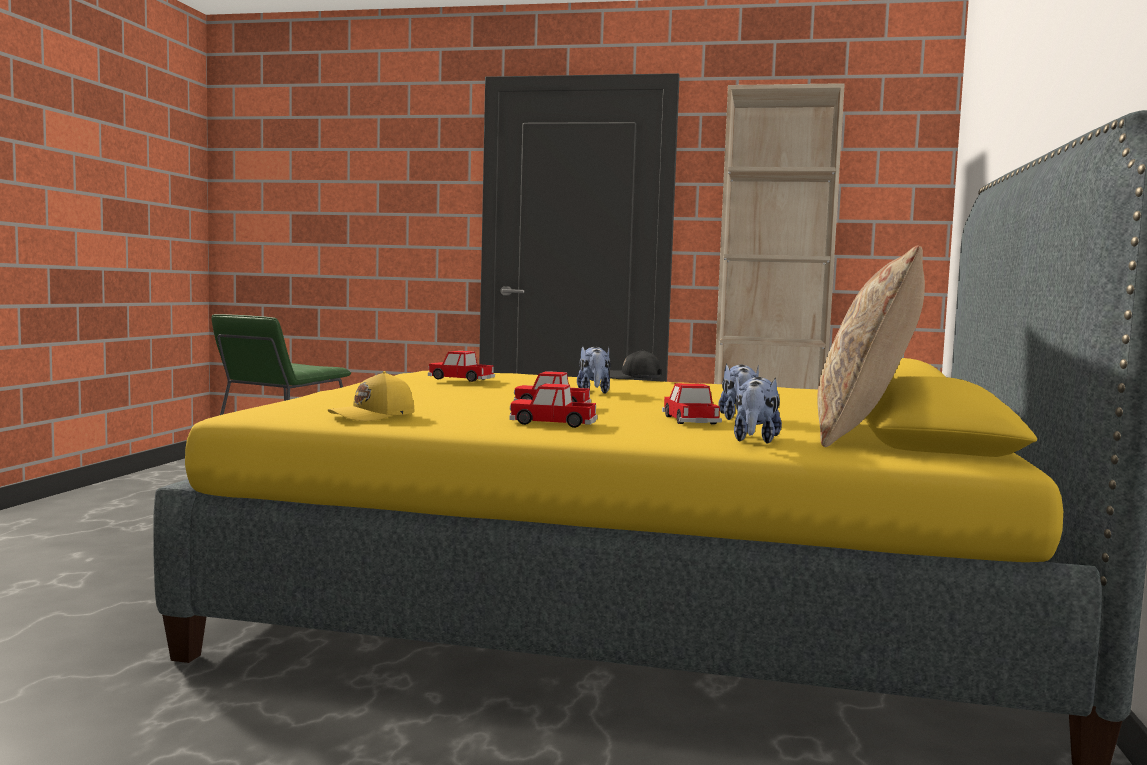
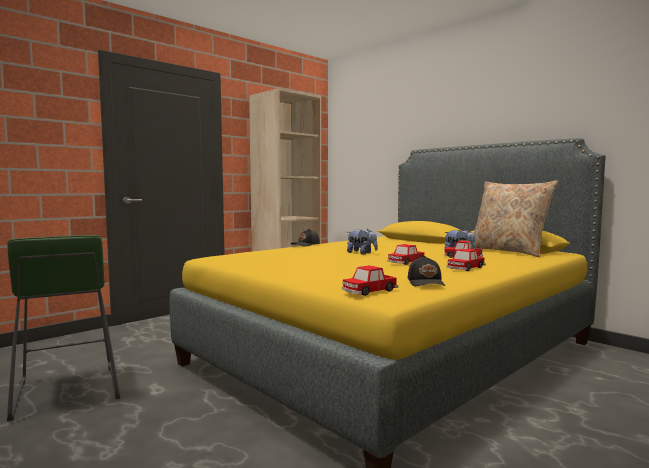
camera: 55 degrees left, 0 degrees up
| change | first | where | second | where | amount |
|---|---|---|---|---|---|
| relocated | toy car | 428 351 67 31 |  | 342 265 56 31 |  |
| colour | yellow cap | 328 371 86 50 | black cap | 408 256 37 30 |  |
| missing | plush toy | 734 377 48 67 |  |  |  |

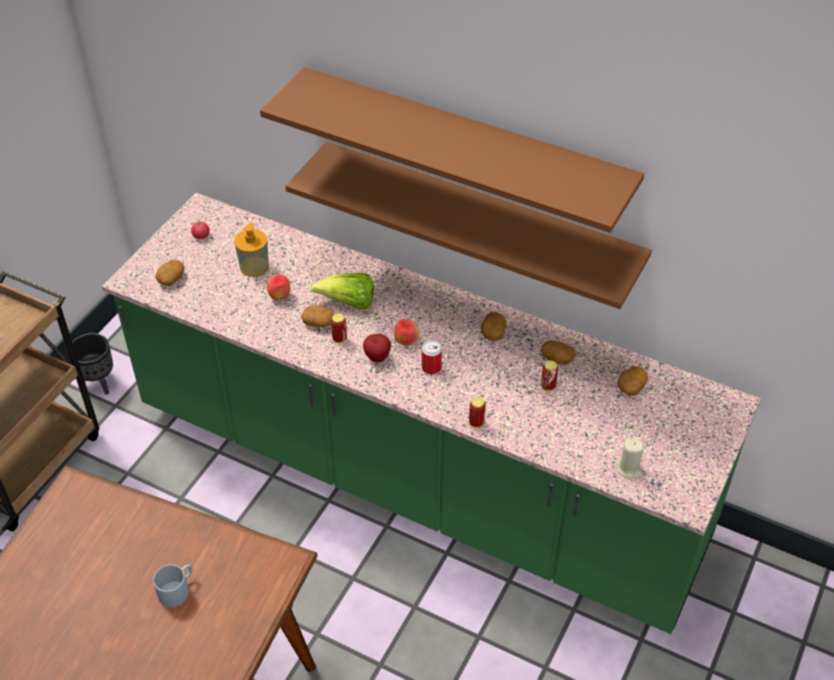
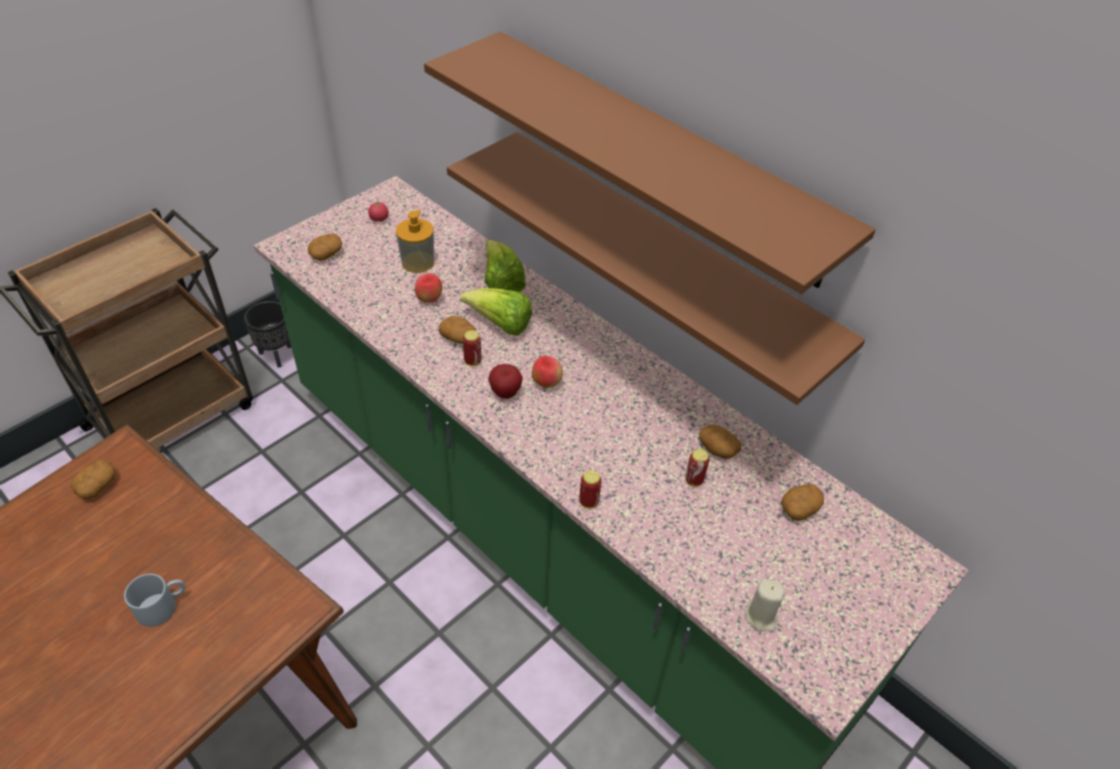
camera: 15 degrees right, 0 degrees up
| change | first | where | second | where | amount |
|---|---|---|---|---|---|
| relocated | potato | 481 312 25 29 |  | 71 460 44 39 |  |
| appeared |  |  | lettuce | 485 240 41 52 |  |
| missing | can | 422 340 20 34 |  |  |  |

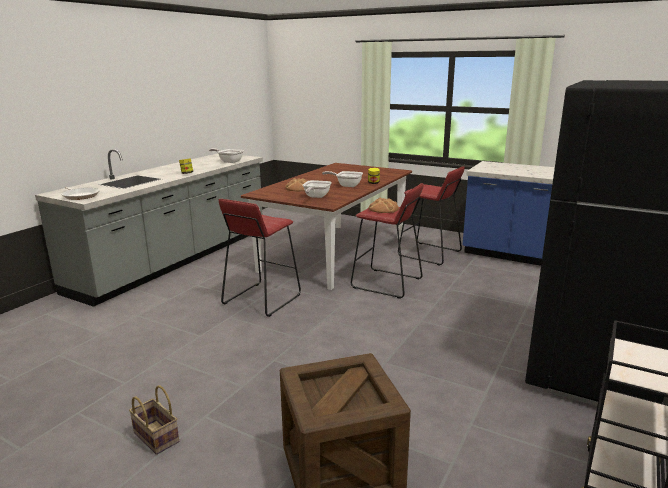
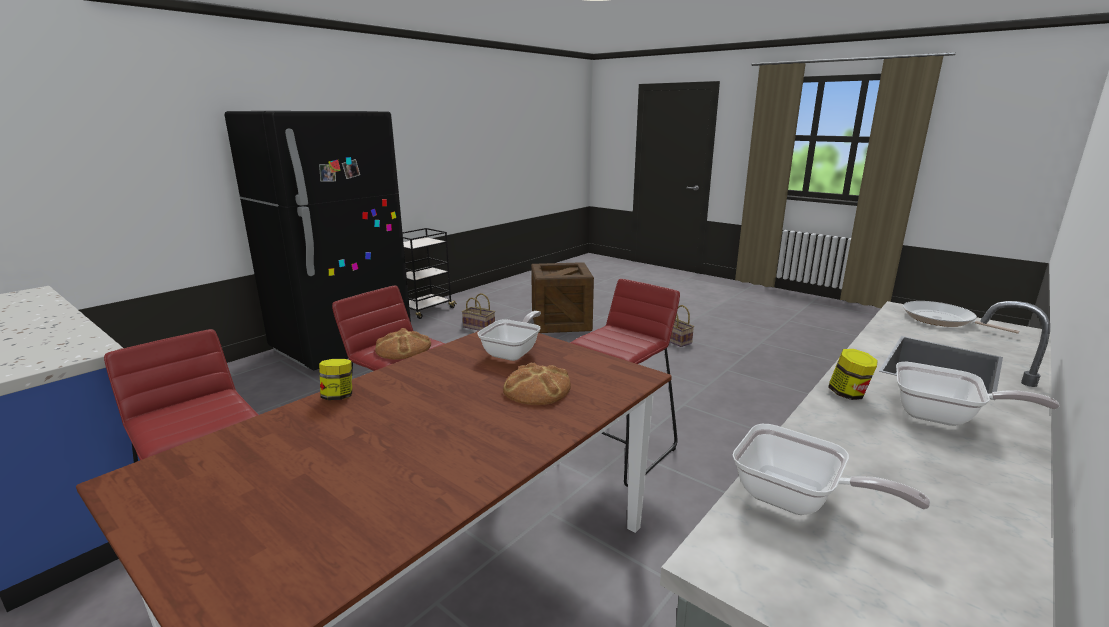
camera: 170 degrees left, 0 degrees up
| change | first | where | second | where | amount |
|---|---|---|---|---|---|
| appeared |  |  | basket | 462 293 33 38 |  |
| relocated | frying pan | 322 171 41 16 |  | 896 362 164 64 |  |

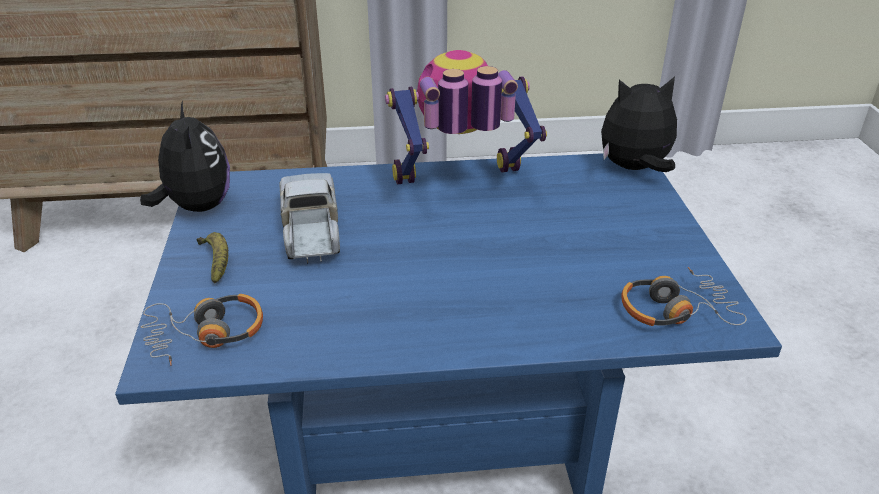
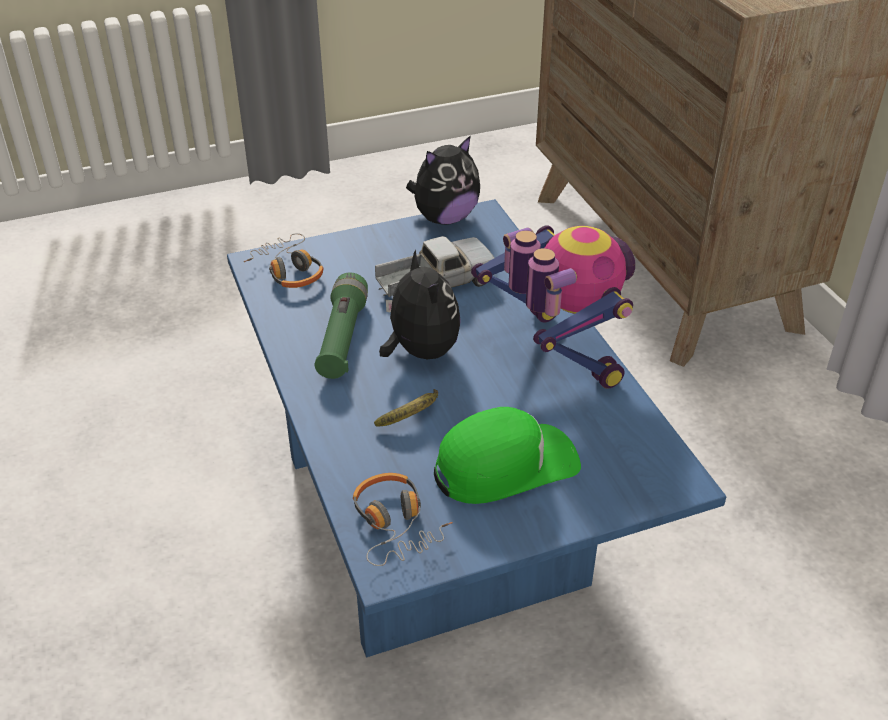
camera: 75 degrees right, 5 degrees up
| change | first | where | second | where | amount |
|---|---|---|---|---|---|
| appeared |  |  | green flashlight | 315 273 53 106 |  |
| relocated | banana | 196 232 32 51 |  | 374 389 64 38 |  |
| relocated | plush toy | 601 76 76 96 |  | 379 249 82 110 |  |
| appeared |  |  | green cap | 434 407 147 97 |  |

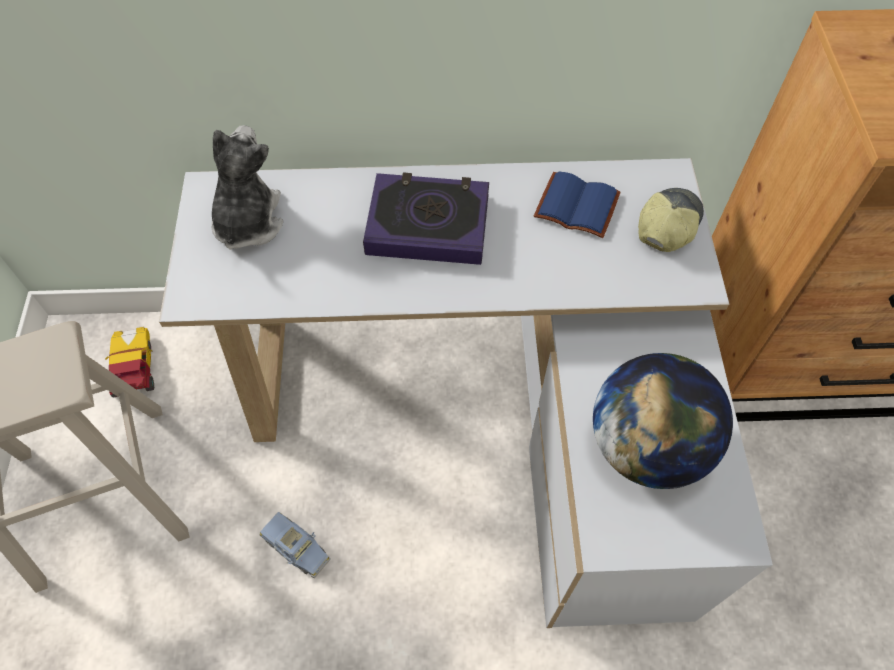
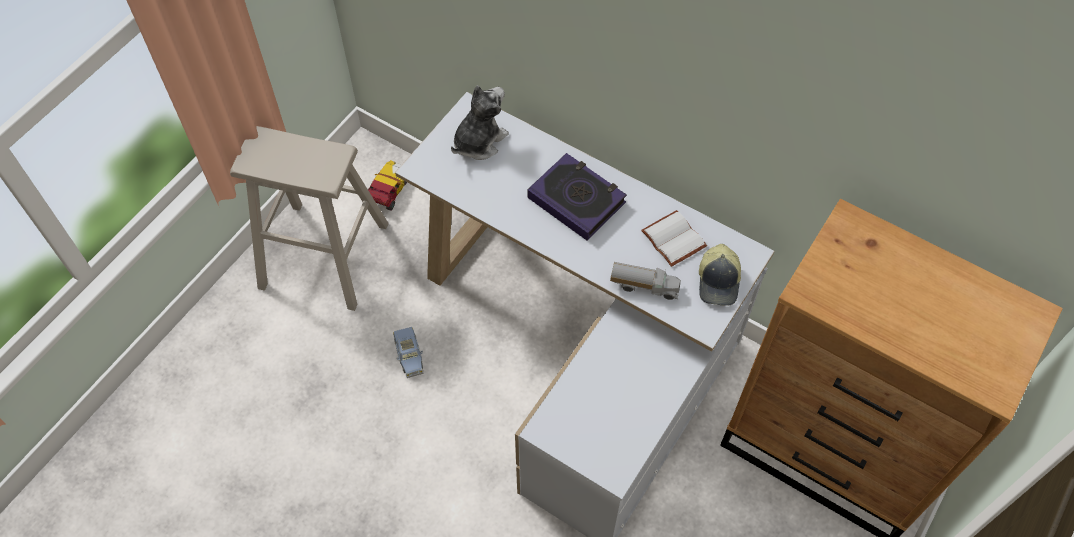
camera: 35 degrees right, 0 degrees up
| change | first | where | second | where | amount |
|---|---|---|---|---|---|
| appeared |  |  | toy truck | 610 262 71 38 |  |
| colour | blue book | 534 171 87 67 | white book | 641 210 66 57 |  |
| spun | cap | 638 188 66 64 |  | 699 244 42 62 | 120 degrees clockwise |
| missing | globe | 593 353 140 136 |  |  |  |

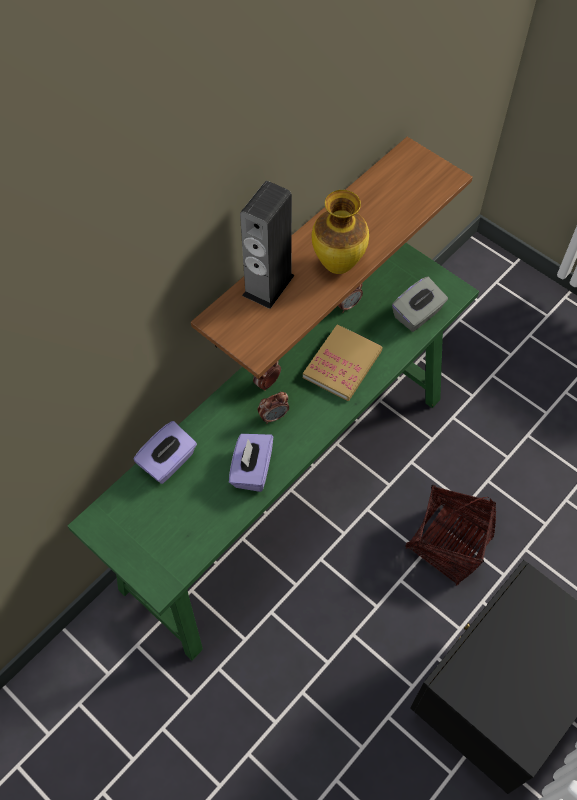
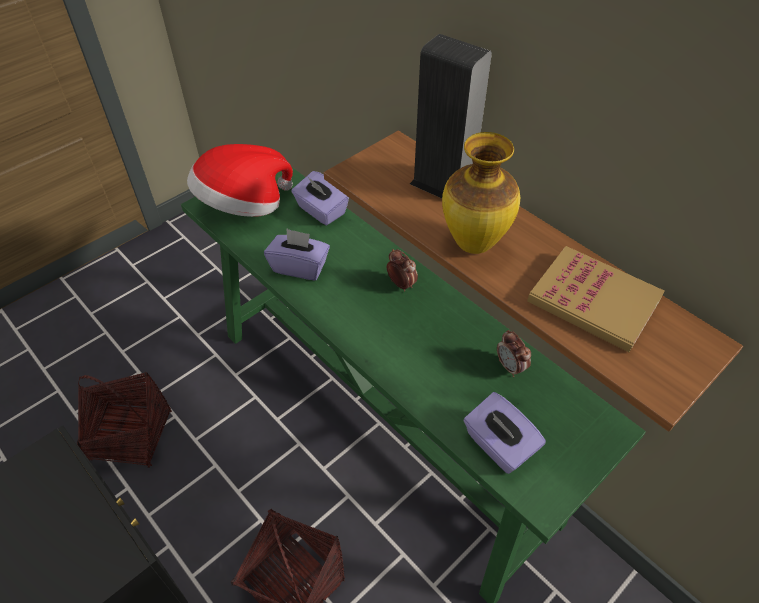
camera: 95 degrees right, 10 degrees down
| change | first | where | second | where | amount |
|---|---|---|---|---|---|
| appeared |  |  | basket | 77 372 95 96 |  |
| appeared |  |  | hat | 187 144 106 73 |  |
| colour | grey tissue box | 392 277 56 55 | purple tissue box | 463 392 83 82 |  |
| relocated | book | 303 324 80 77 |  | 527 246 138 106 |  |
| missing | alarm clock | 257 392 32 32 |  |  |  |

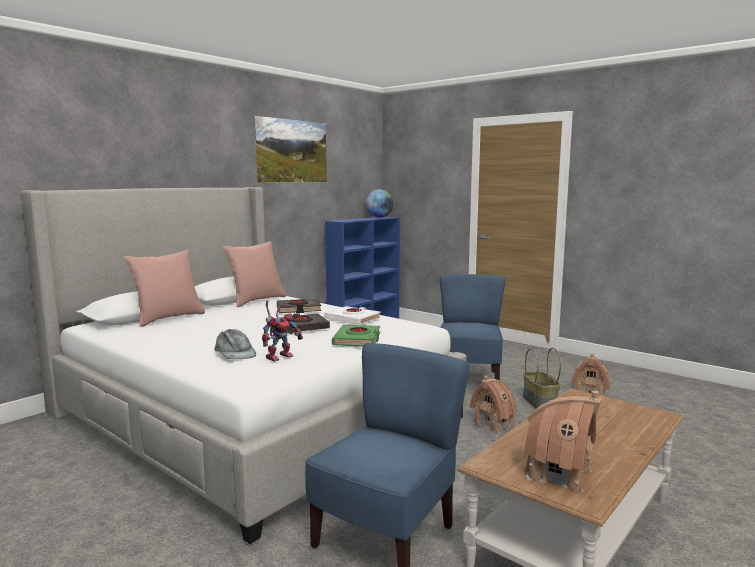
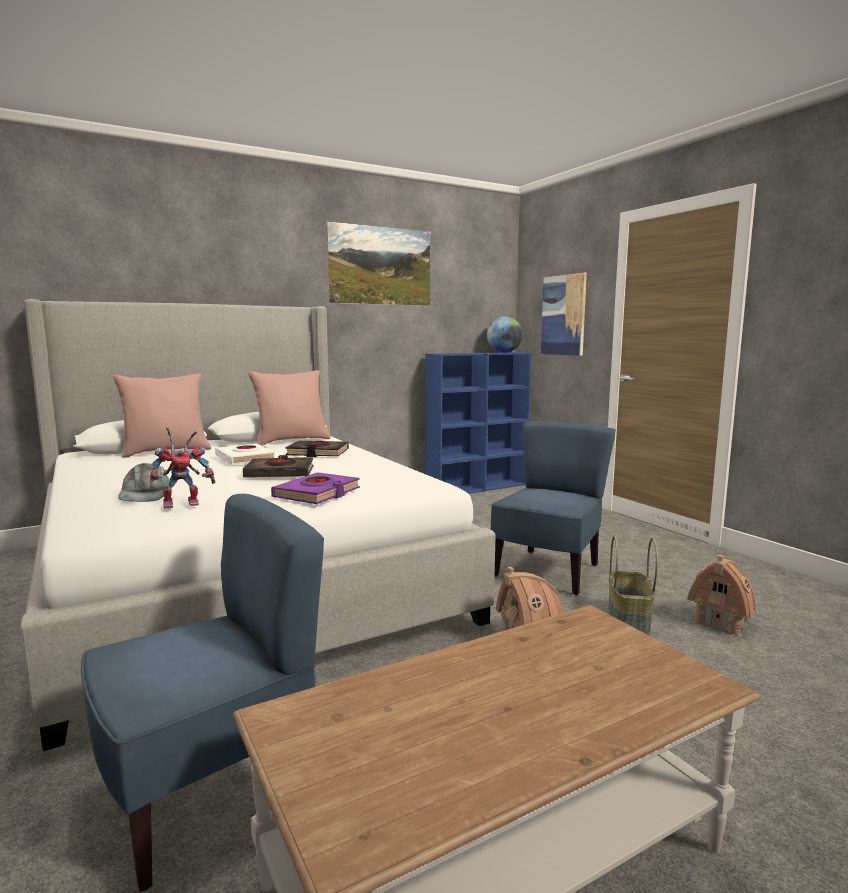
camera: 20 degrees right, 0 degrees up
| change | first | where | second | where | amount |
|---|---|---|---|---|---|
| relocated | white book | 325 306 56 19 |  | 215 444 61 21 |  |
| colour | green book | 332 325 49 22 | purple book | 271 473 89 31 |  |
| appeared |  |  | picture | 541 272 46 84 |  |
| missing | toy house | 524 391 77 101 |  |  |  |

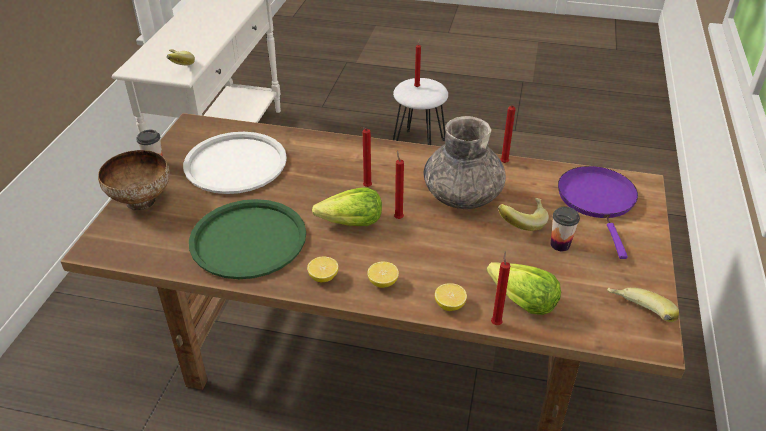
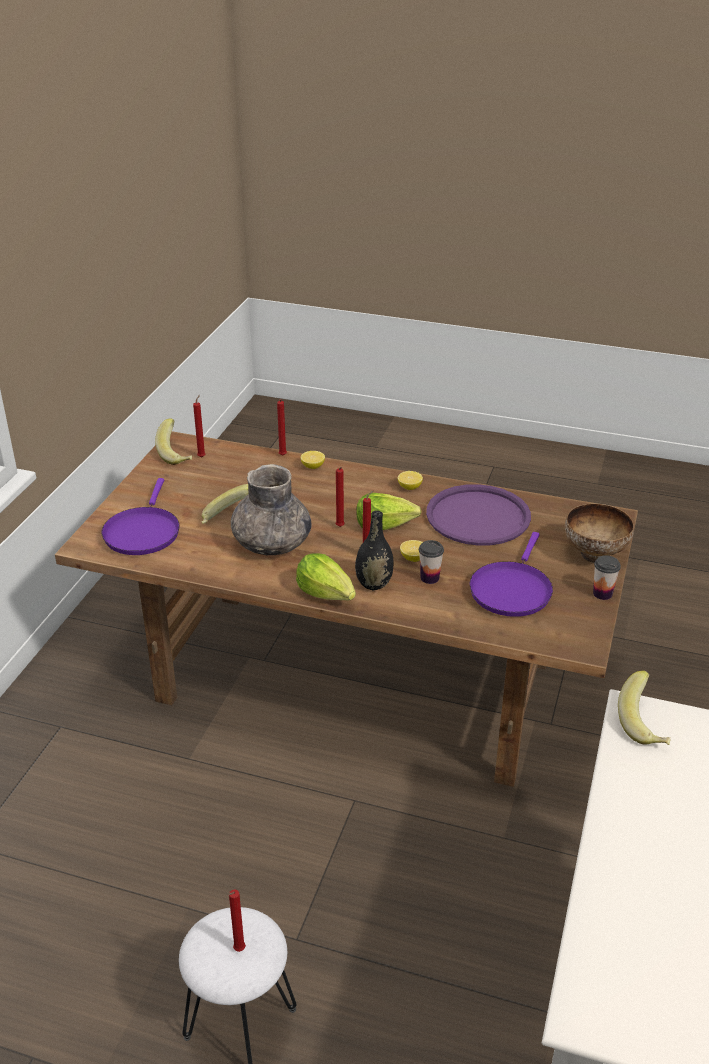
camera: 175 degrees left, 5 degrees down
| change | first | where | second | where | amount |
|---|---|---|---|---|---|
| relocated | red candle | 500 105 16 58 |  | 193 395 12 62 |  |
| relocated | lettuce | 486 262 75 53 |  | 296 554 60 46 |  |
| appeared |  |  | black vase | 355 510 38 80 |  |
| relocated | lemon | 367 262 32 26 |  | 400 540 23 22 |  |
| relocated | cup | 551 207 29 44 |  | 419 540 25 44 |  |
| colour | green tray | 189 199 117 80 | purple tray | 426 484 105 62 |  |
| exchanged | white tray | 183 132 104 62 | purple frying pan | 469 532 84 85 |  |

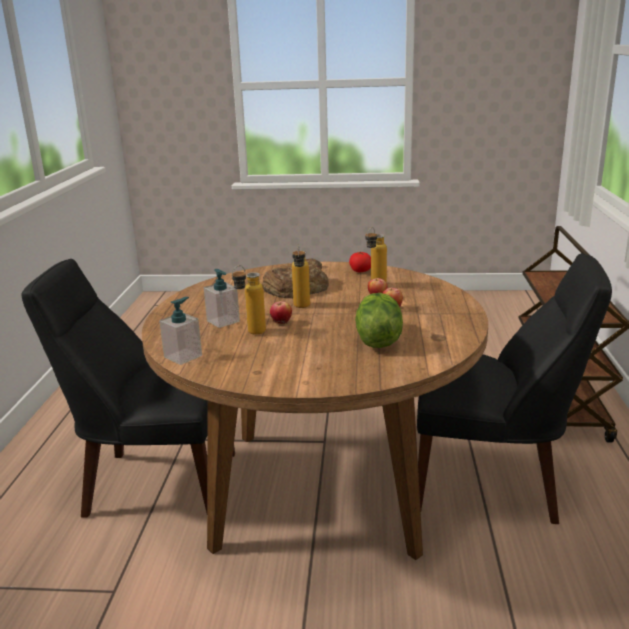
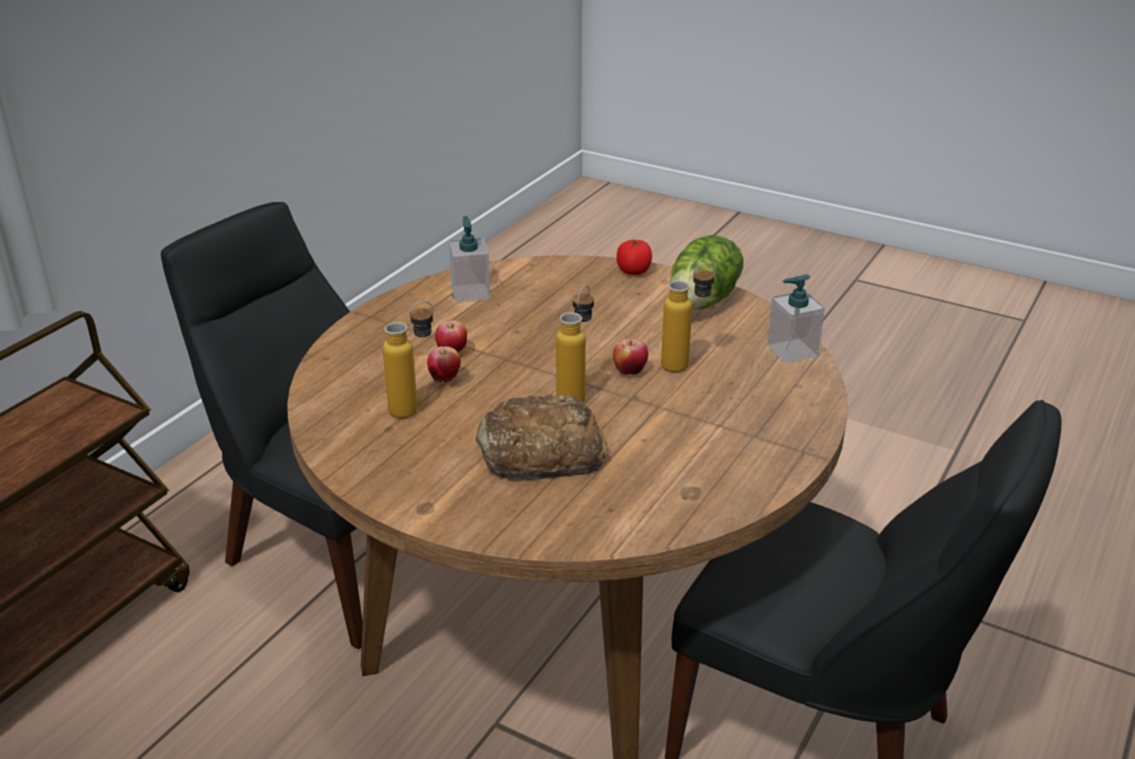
camera: 155 degrees left, 10 degrees up
| change | first | where | second | where | amount |
|---|---|---|---|---|---|
| relocated | soap dispenser | 204 269 36 59 |  | 449 216 41 87 |  |
| relocated | tomato | 349 252 22 20 |  | 617 240 35 35 |  |
| relocated | lettuce | 355 293 48 55 |  | 670 235 74 75 |  |

